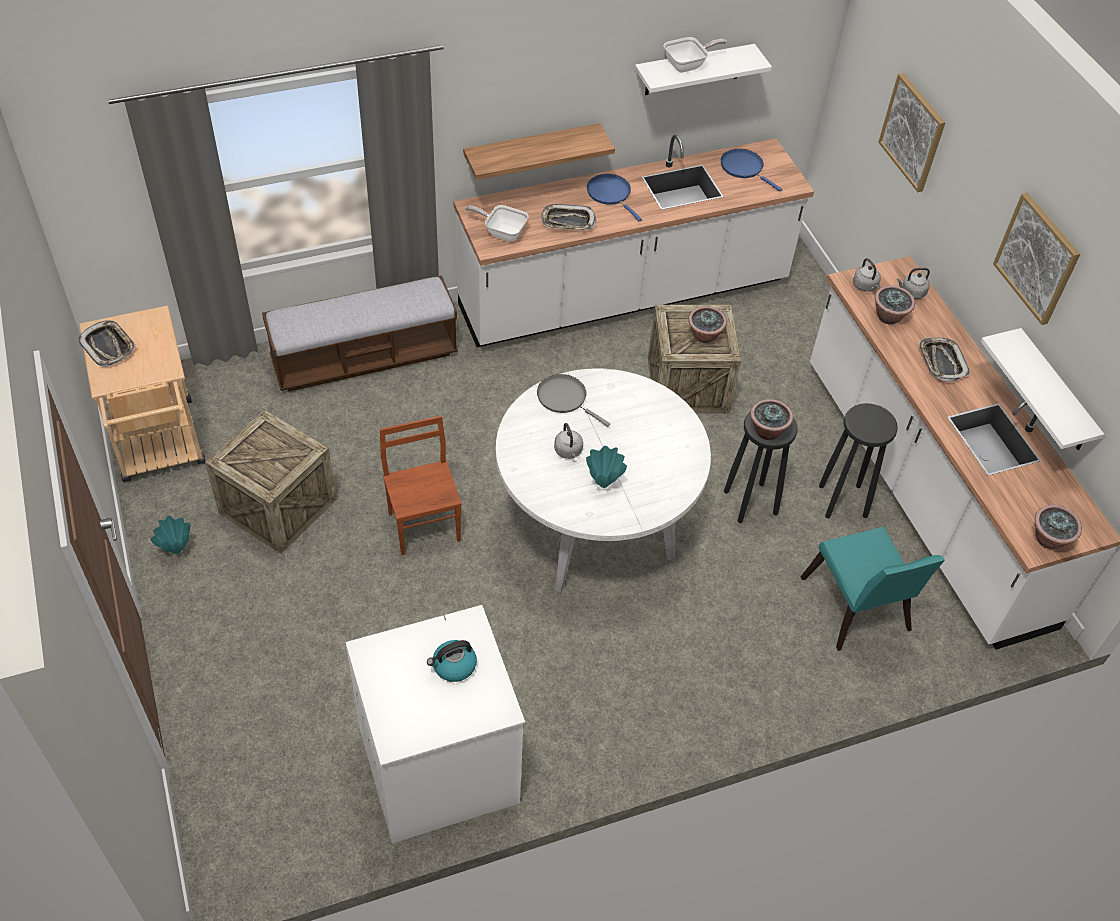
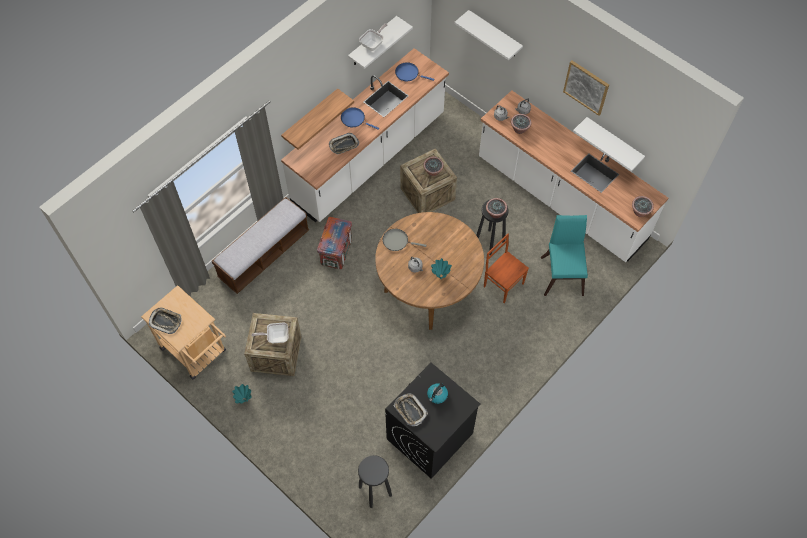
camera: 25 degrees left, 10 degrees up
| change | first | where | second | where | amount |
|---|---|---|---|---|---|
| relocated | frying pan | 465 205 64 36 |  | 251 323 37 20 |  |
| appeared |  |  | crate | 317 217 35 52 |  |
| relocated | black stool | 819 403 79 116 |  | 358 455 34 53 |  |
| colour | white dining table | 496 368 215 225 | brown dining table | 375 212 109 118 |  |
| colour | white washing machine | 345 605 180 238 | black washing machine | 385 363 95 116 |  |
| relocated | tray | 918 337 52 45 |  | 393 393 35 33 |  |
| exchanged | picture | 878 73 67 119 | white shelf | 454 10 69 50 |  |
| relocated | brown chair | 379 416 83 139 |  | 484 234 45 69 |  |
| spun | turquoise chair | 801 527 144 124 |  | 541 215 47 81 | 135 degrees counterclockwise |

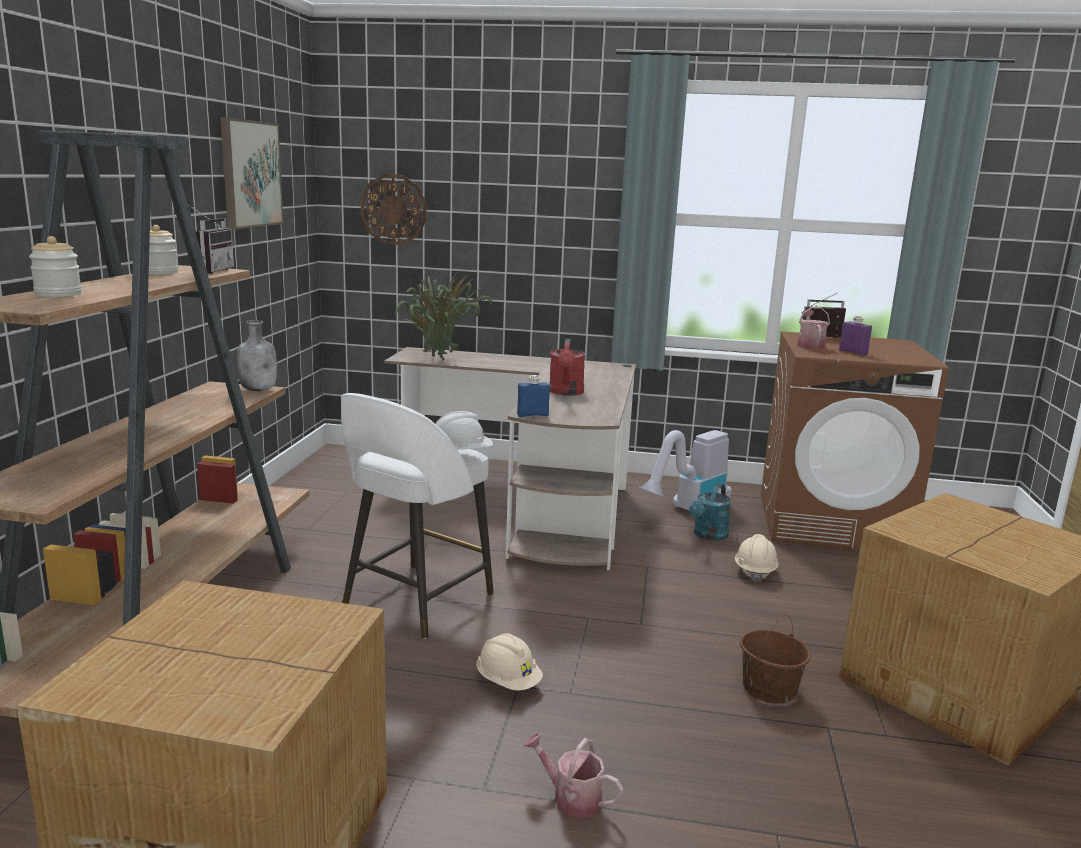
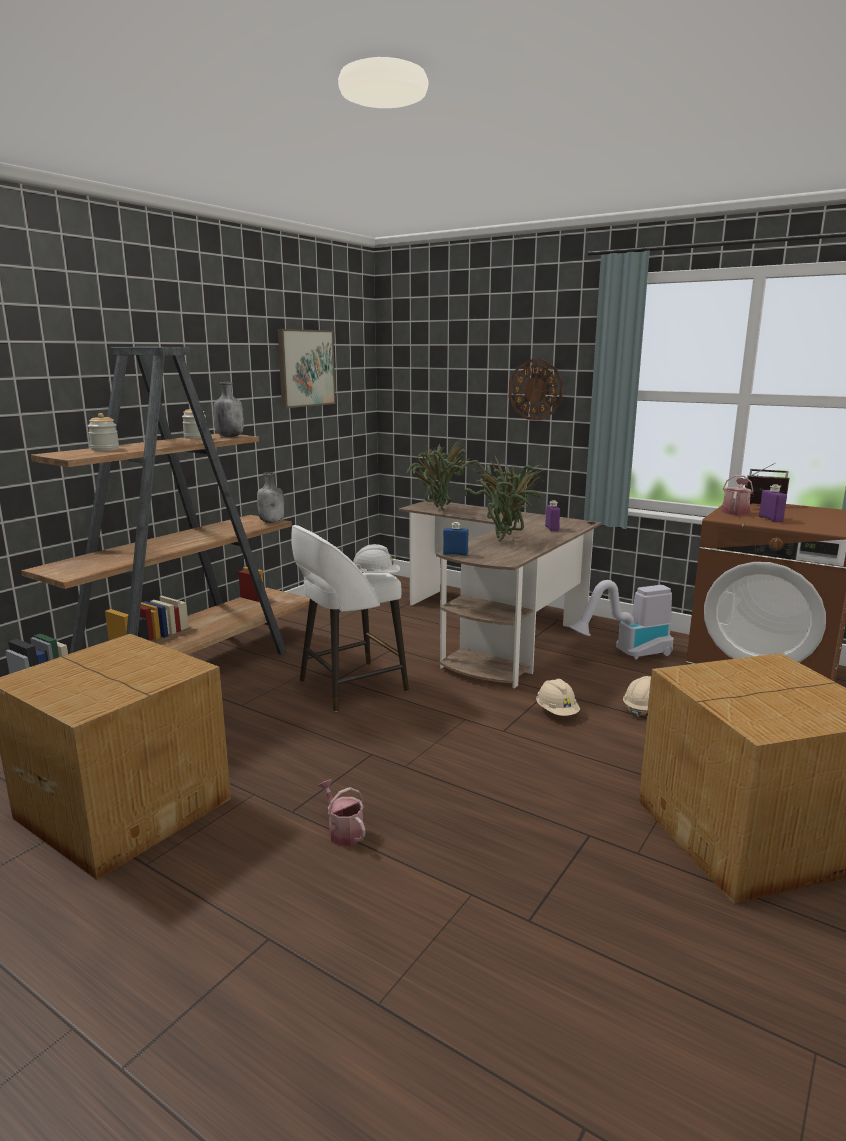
camera: 25 degrees right, 0 degrees up
| change | first | where | second | where | amount |
|---|---|---|---|---|---|
| exchanged | radio | 188 204 46 70 | grey bottle | 213 382 31 55 |  |
| exchanged | red watering can | 549 339 36 57 | potted plant | 464 456 81 85 |  |
| relocated | wall clock | 360 174 66 71 |  | 509 360 54 60 |  |
| relocated | beige hard hat | 476 633 67 58 |  | 536 679 44 37 |  |
| appeared |  |  | purple bottle | 545 500 15 31 |  |
| missing | turquoise watering can | 689 483 42 58 |  |  |  |
| missing | brown bucket | 740 615 71 89 |  |  |  |

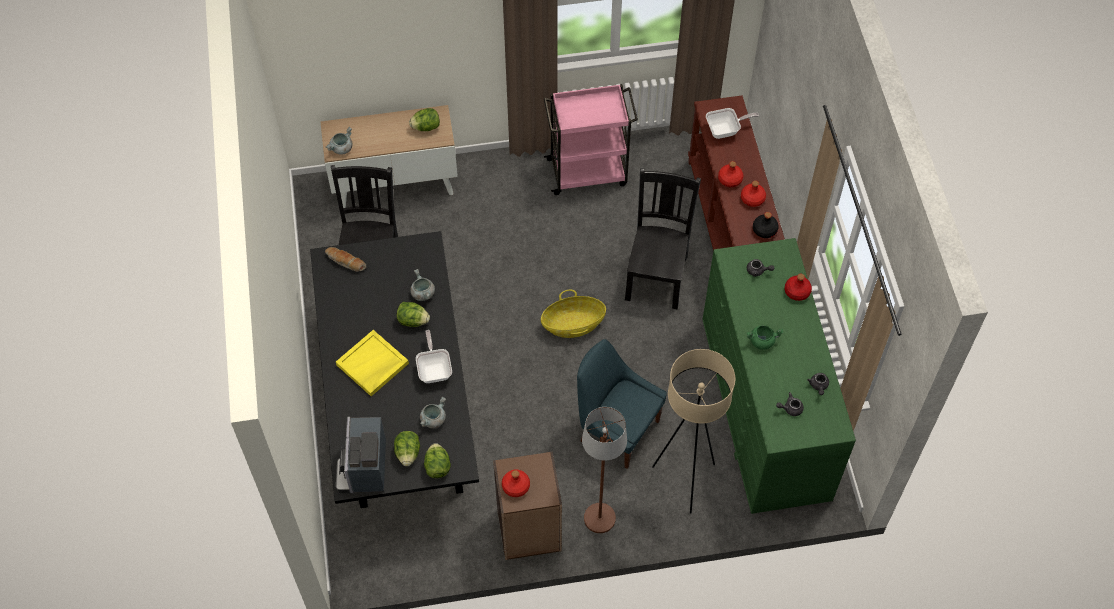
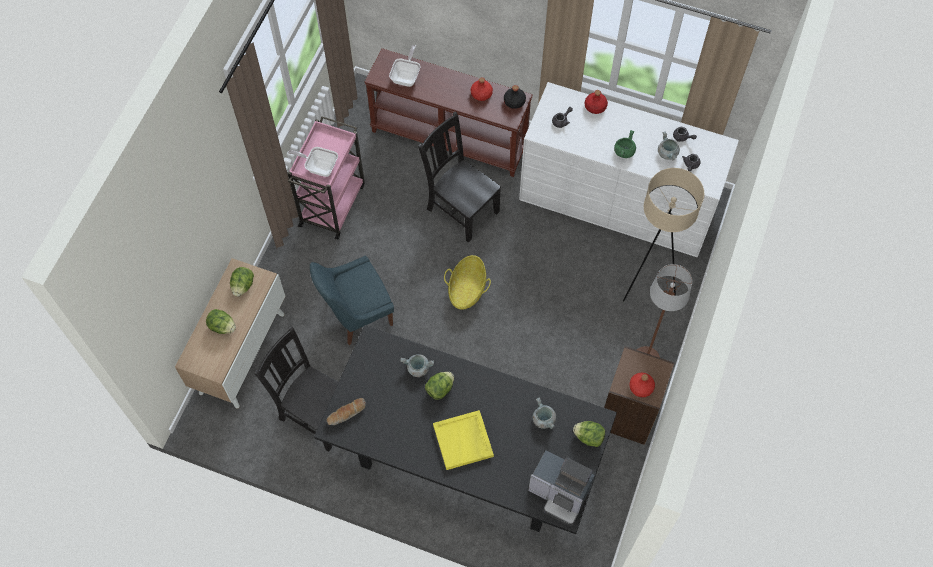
camera: 60 degrees left, 5 degrees up
| change | first | where | second | where | amount |
|---|---|---|---|---|---|
| relocated | lettuce | 394 431 26 35 |  | 206 309 30 25 |  |
| relocated | frying pan | 416 330 36 53 |  | 288 147 50 30 |  |
| relocated | blue chair | 577 339 90 130 |  | 310 256 84 89 |  |
| colour | green dresser | 702 238 154 276 | white dresser | 519 82 220 175 |  |
| relocated | grey cooking pot | 326 127 27 27 |  | 658 132 22 28 |  |
| missing | red bottle | 718 161 25 26 |  |  |  |

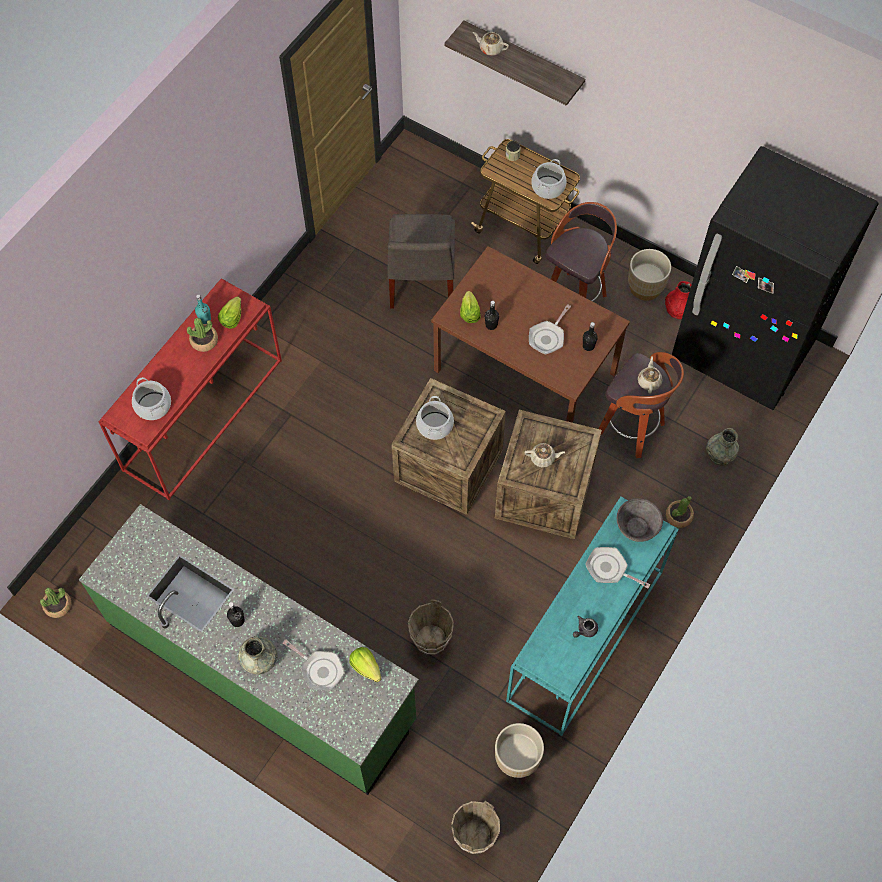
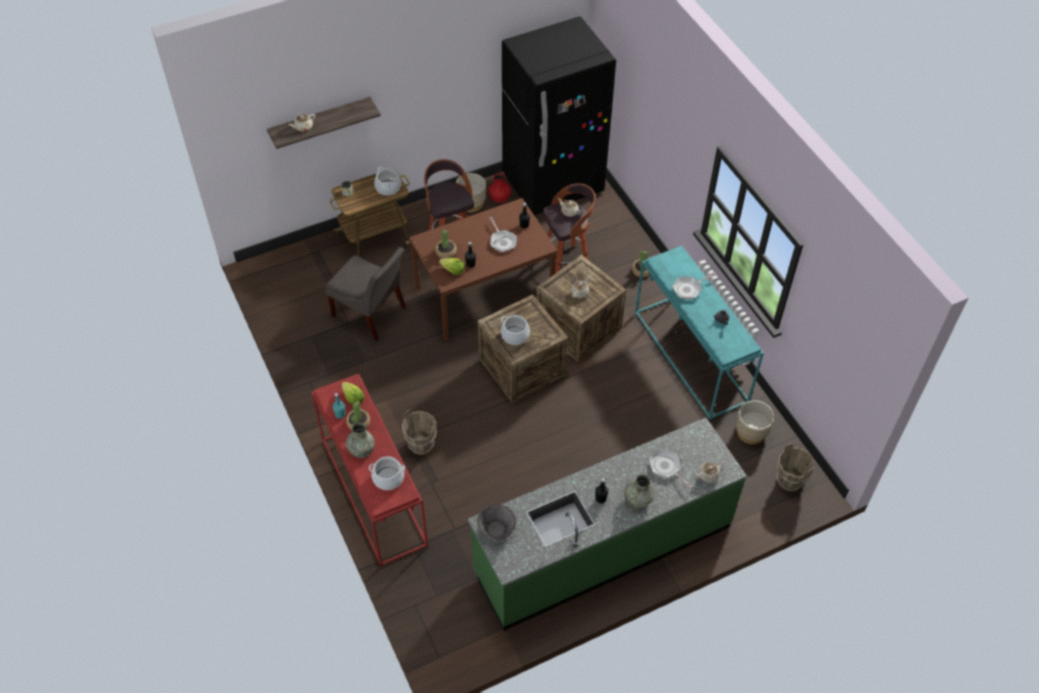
camera: 60 degrees left, 10 degrees down
| change | first | where | second | where | amount |
|---|---|---|---|---|---|
| relocated | grey vase | 706 428 33 37 |  | 346 422 29 36 |  |
| relocated | brown bucket | 408 599 46 55 |  | 402 410 35 45 |  |
| relocated | potted plant | 40 588 32 30 |  | 435 230 22 29 |  |
| relocated | grey bowl | 617 498 46 44 |  | 477 504 39 36 |  |
| spun | frying pan | 283 639 62 52 |  | 649 449 43 40 | 105 degrees counterclockwise |
| appeared |  |  | beige teapot | 696 461 30 22 |  |
| missing | lettuce | 349 647 32 35 |  |  |  |

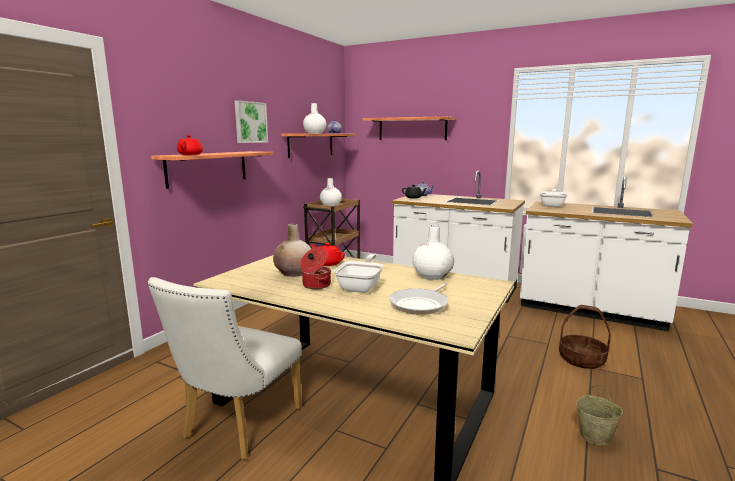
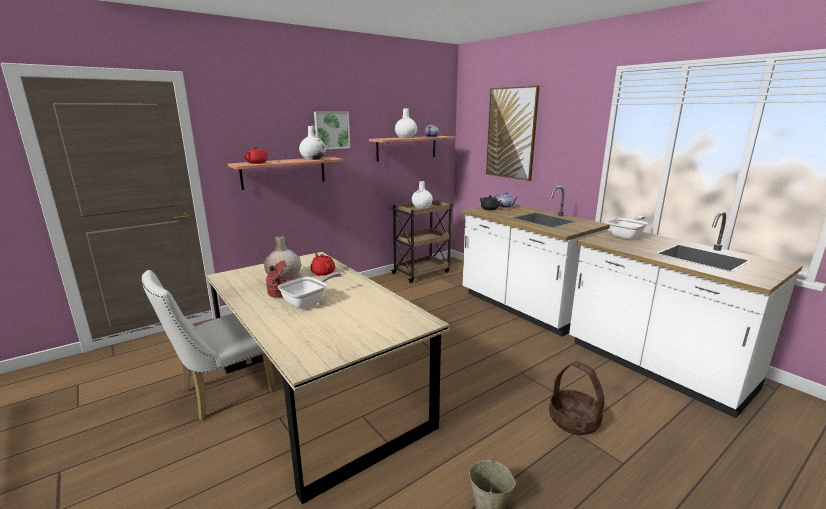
camera: 25 degrees right, 5 degrees up
| change | first | where | second | where | amount |
|---|---|---|---|---|---|
| relocated | white vase | 412 225 42 55 |  | 299 126 27 34 |  |
| exchanged | shelf | 363 116 93 24 | picture | 486 86 54 95 |  |
| missing | frying pan | 389 283 59 32 |  |  |  |

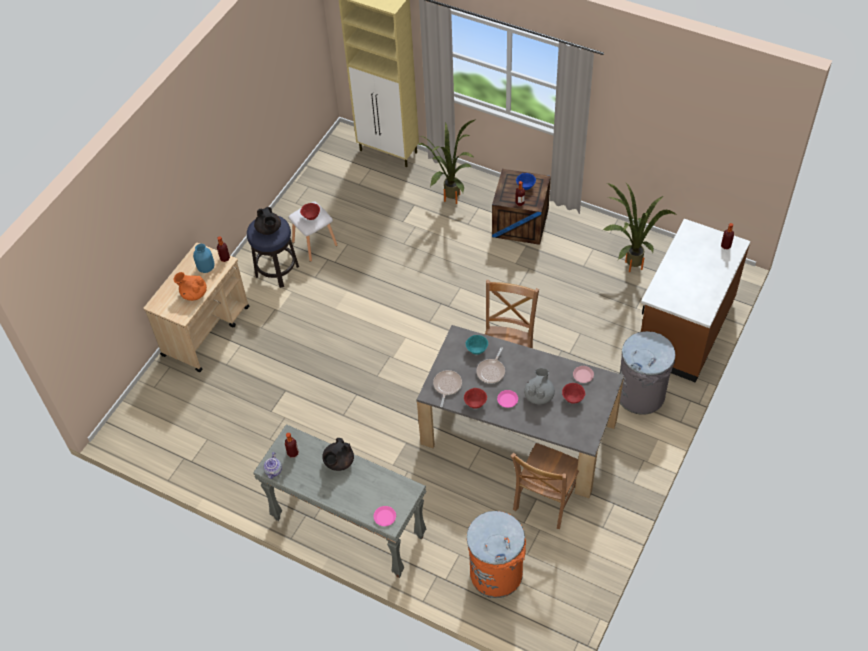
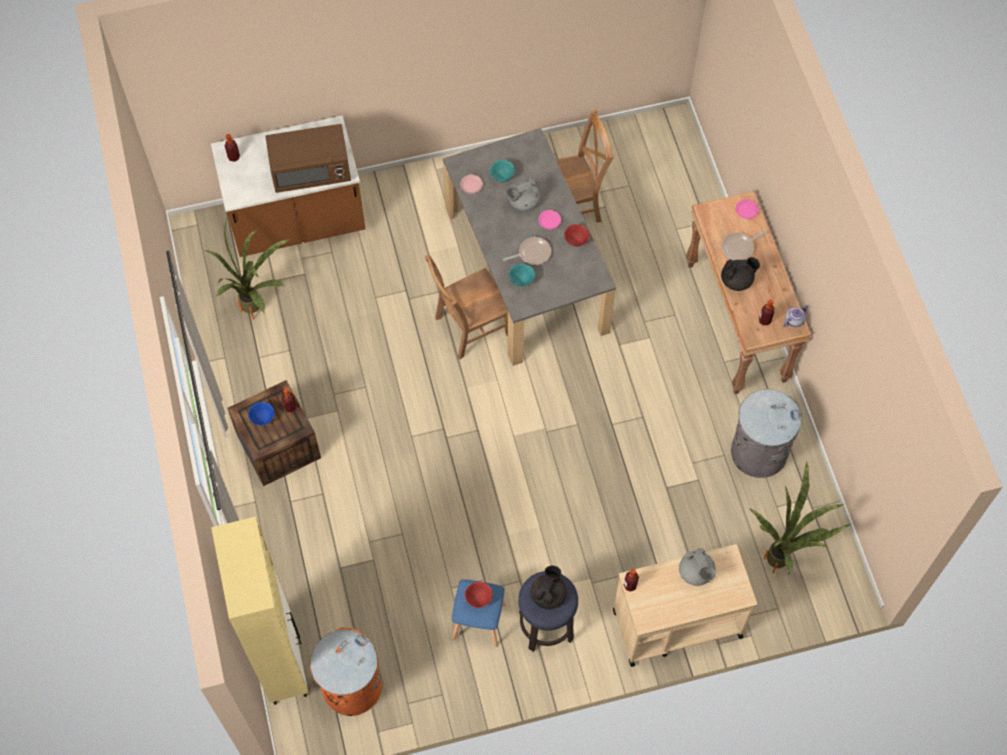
camera: 135 degrees left, 10 degrees up
| change | first | where | second | where | amount |
|---|---|---|---|---|---|
| appeared |  |  | brown microwave | 265 124 86 69 |  |
| relocated | orange trash can | 467 511 59 87 |  | 310 627 72 89 |  |
| colour | white stool | 289 201 49 61 | blue stool | 452 579 54 68 |  |
| colour | red bowl | 562 383 23 21 | turquoise bowl | 490 160 25 22 |  |
| colour | orange teapot | 174 272 33 29 | grey teapot | 679 548 37 38 |  |
| colour | grey console table | 253 424 173 154 | brown console table | 686 191 125 203 |  |
| relocated | frying pan | 433 370 29 37 |  | 722 231 45 29 |  |
| relocated | grey trash can | 620 331 55 84 |  | 731 389 71 89 |  |
| relocated | potted plant | 418 119 58 85 |  | 749 462 103 111 |  |
| missing | blue vase | 193 244 21 29 |  |  |  |

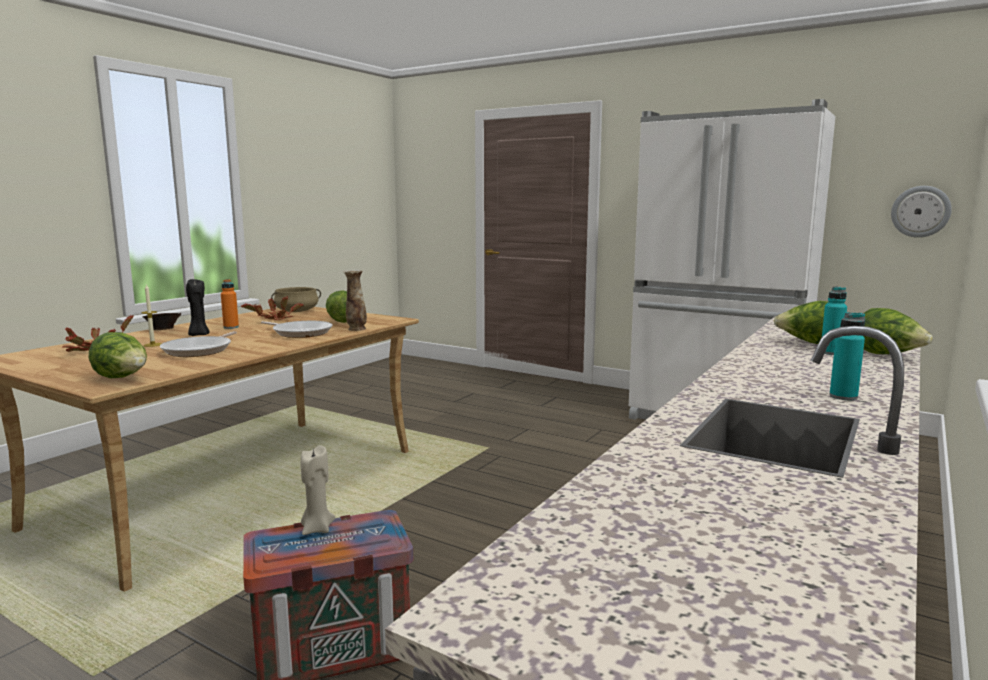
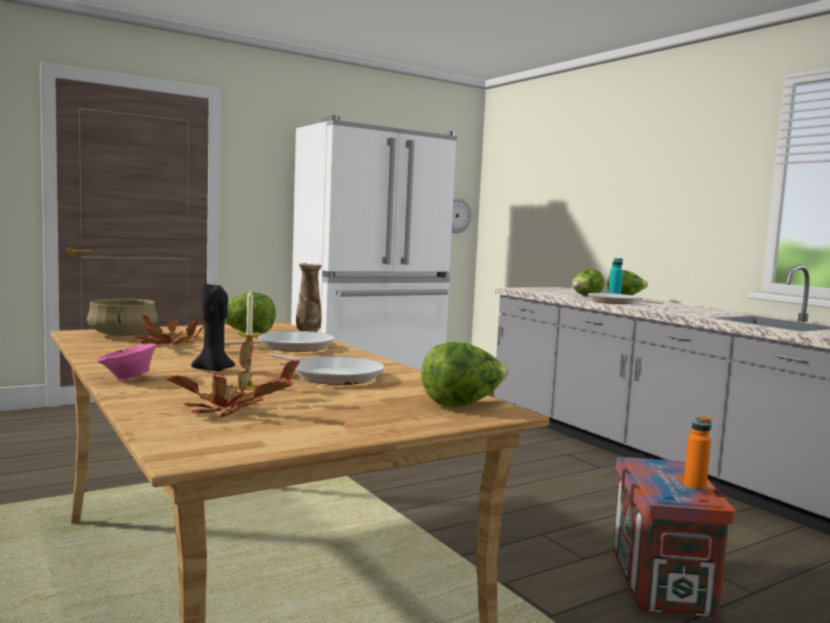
camera: 65 degrees left, 5 degrees down
| change | first | where | second | where | amount |
|---|---|---|---|---|---|
| colour | brown bowl | 142 313 39 17 | pink bowl | 96 344 61 36 |  |
| appeared |  |  | frying pan | 588 293 75 11 |  |
| relocated | orange bottle | 221 279 18 50 |  | 683 416 29 75 |  |
| missing | beige candle | 301 445 34 90 |  |  |  |
| missing | turquoise bottle | 829 312 36 88 |  |  |  |

